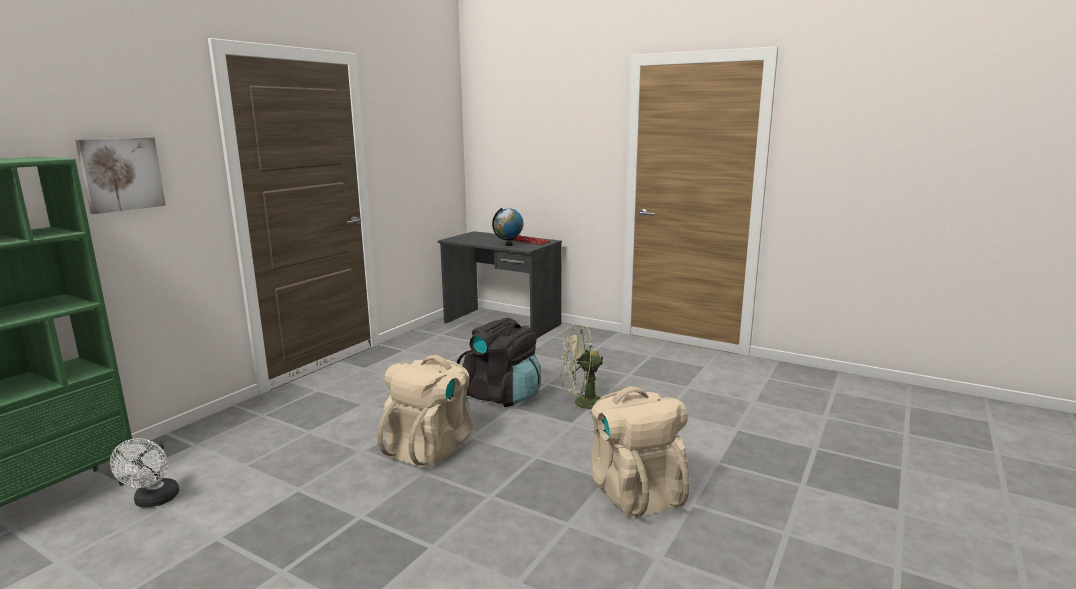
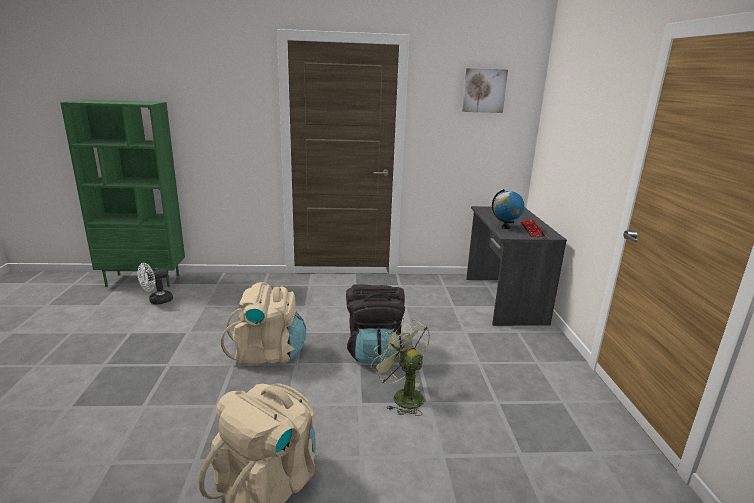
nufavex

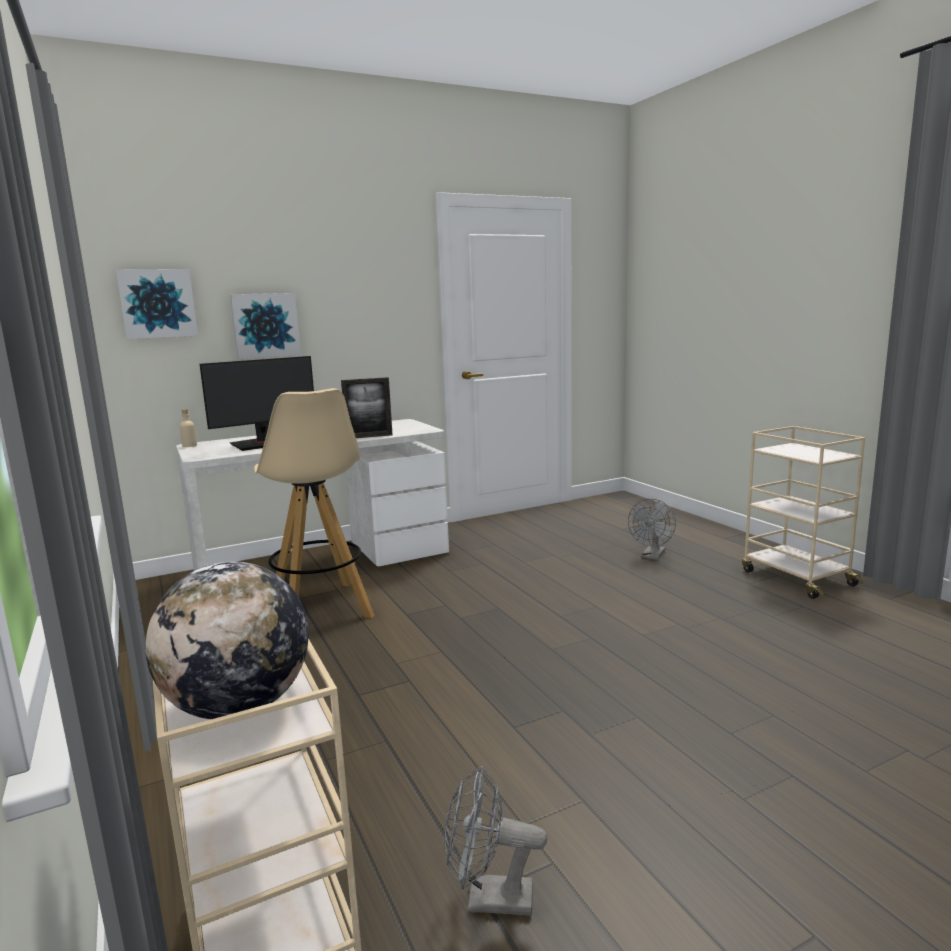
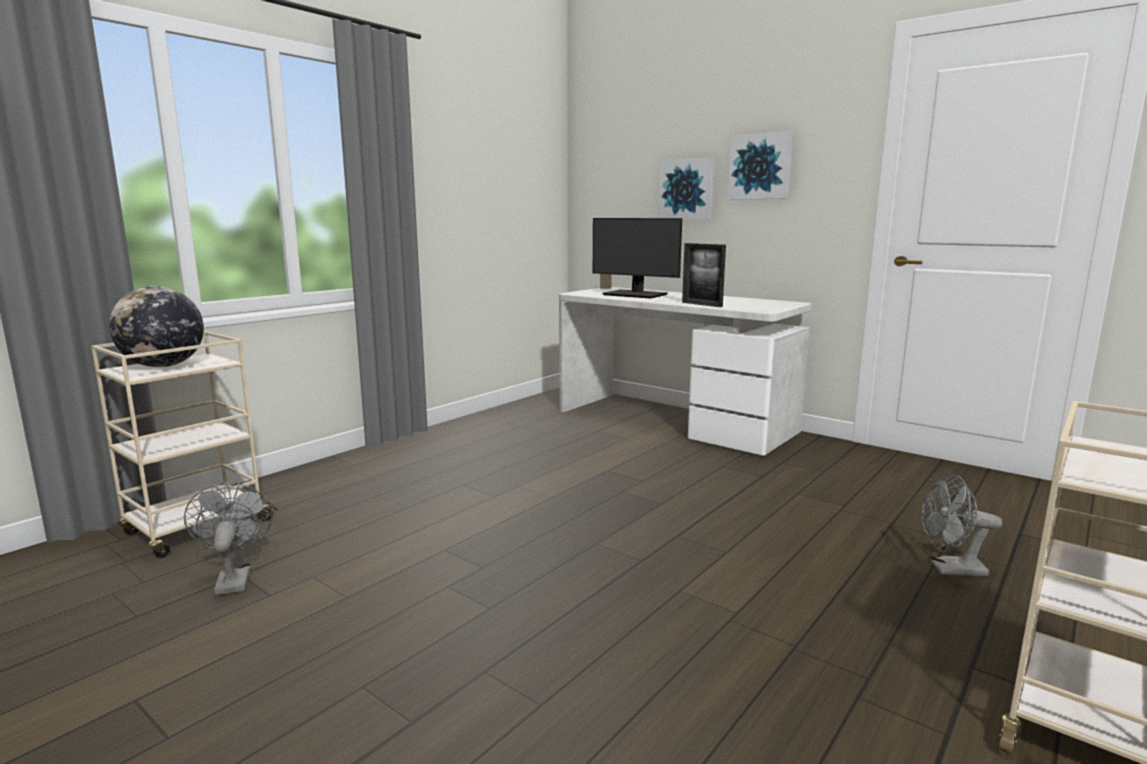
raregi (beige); nufavex (2nd from left)

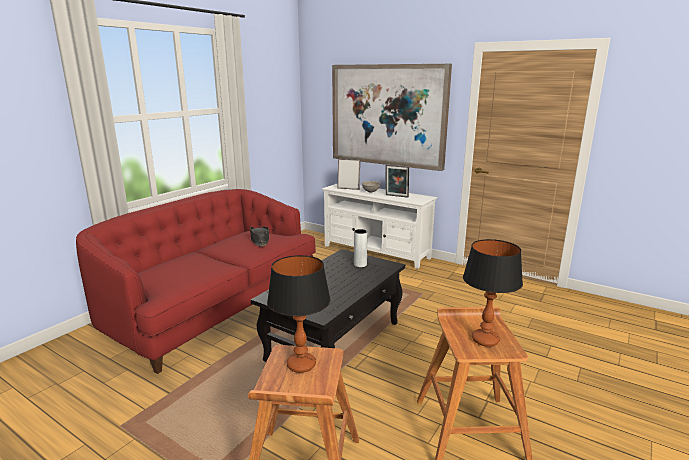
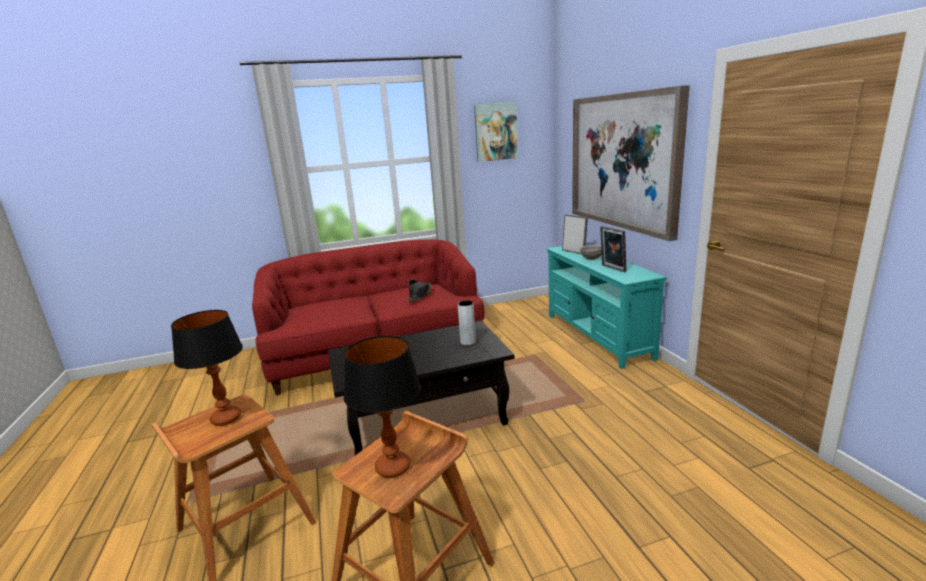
nufavex (1st from left); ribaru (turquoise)

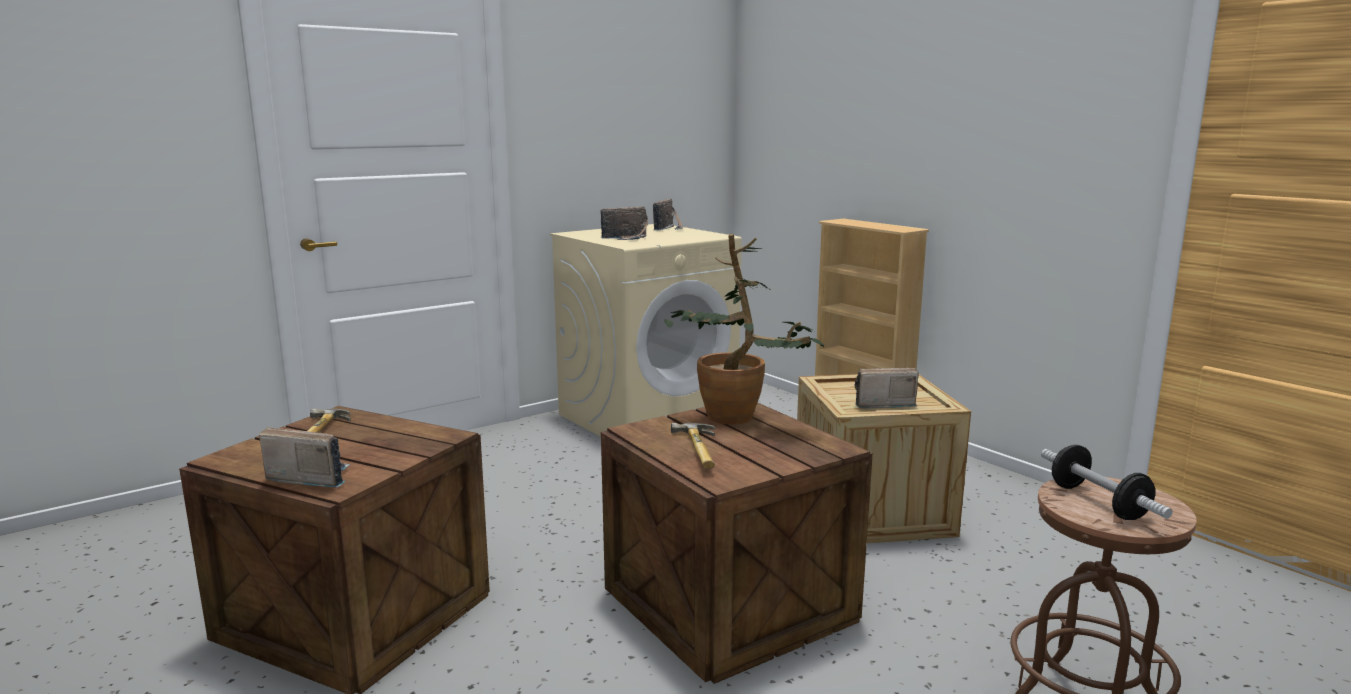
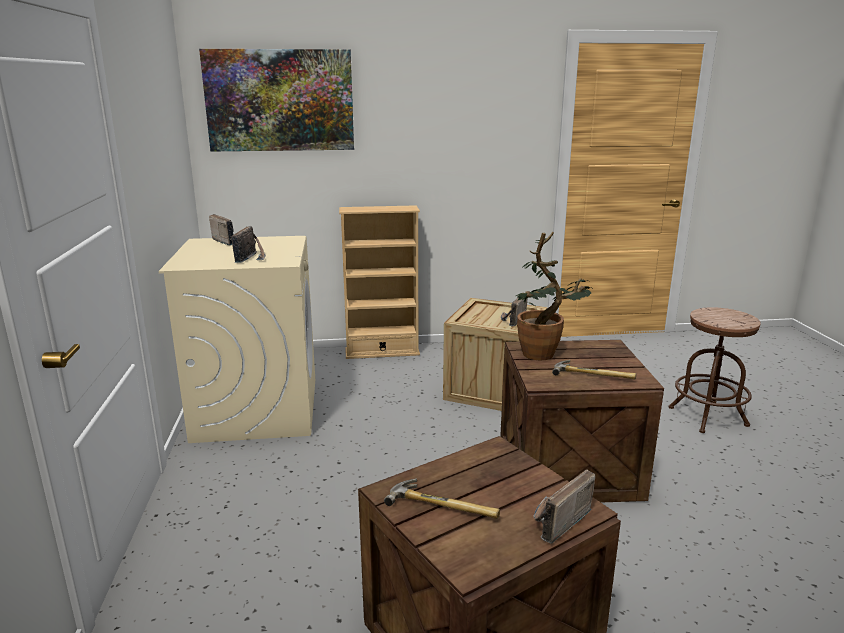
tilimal; nufavex

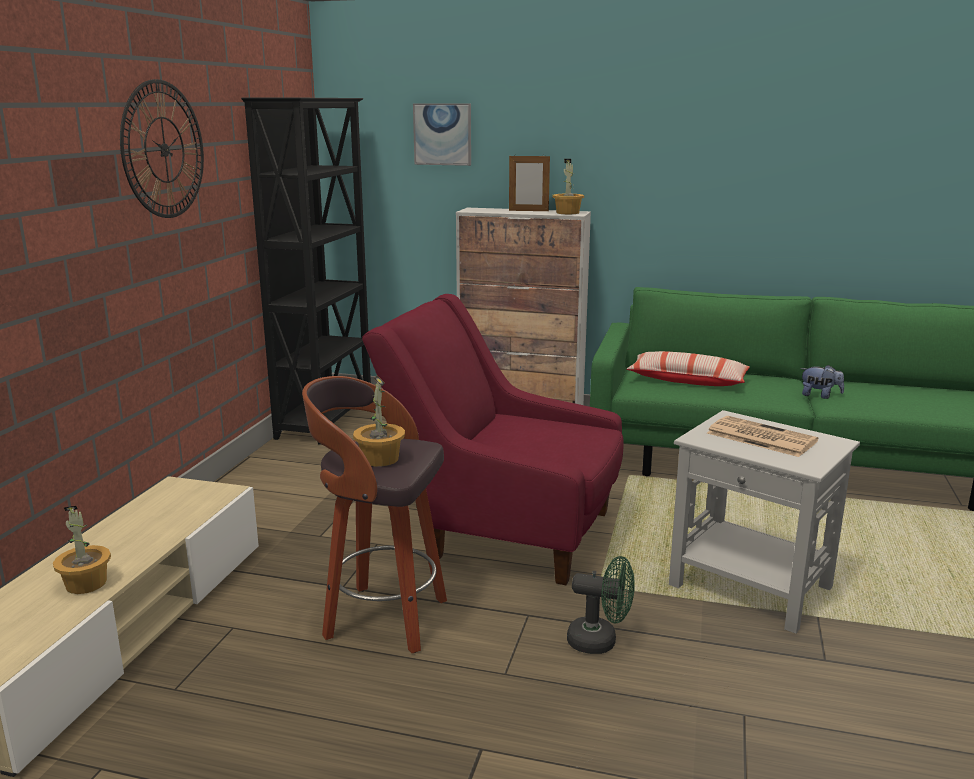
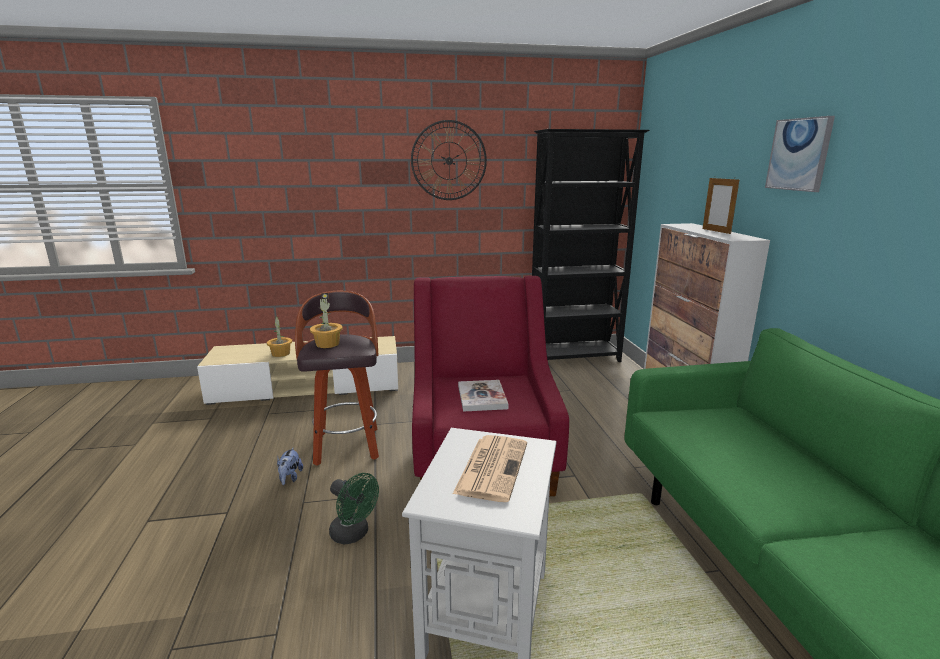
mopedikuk (3rd from left in the first image); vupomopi; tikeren; nufavex; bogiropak; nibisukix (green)

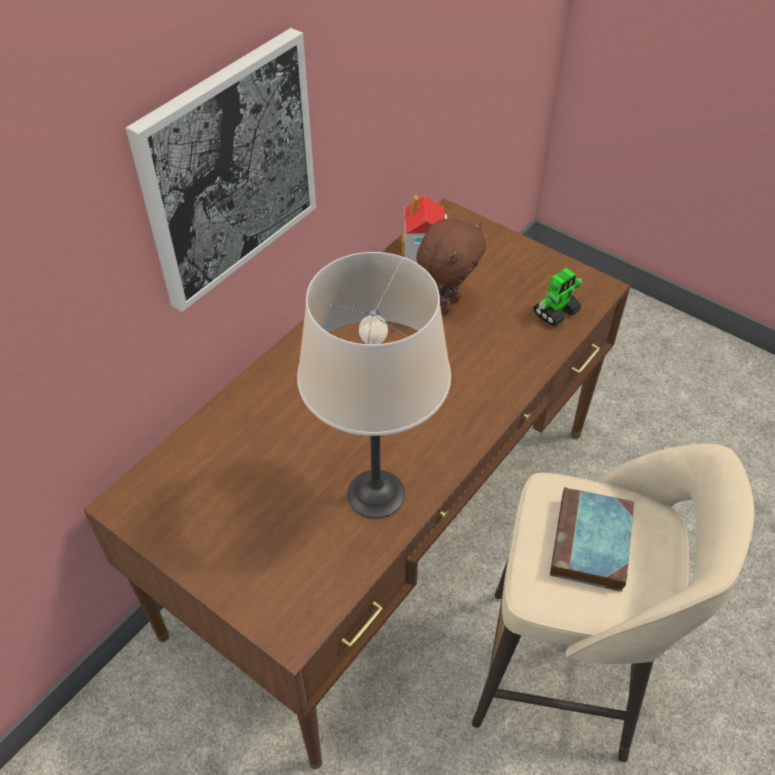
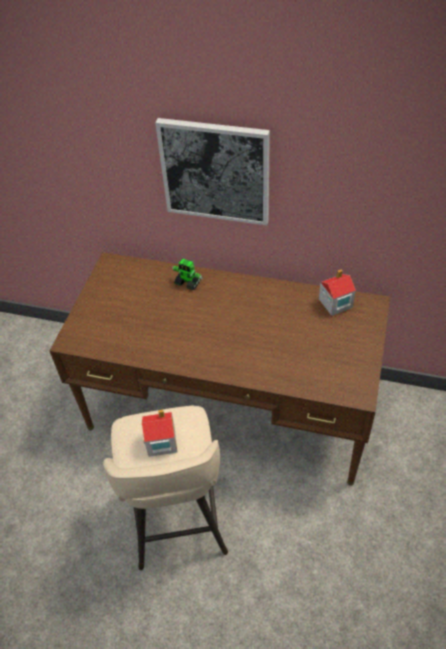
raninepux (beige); bogiropak (brown); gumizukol; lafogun (1st from left)

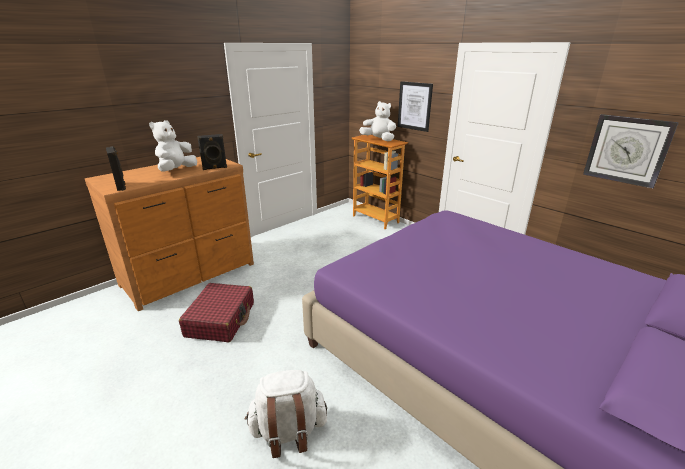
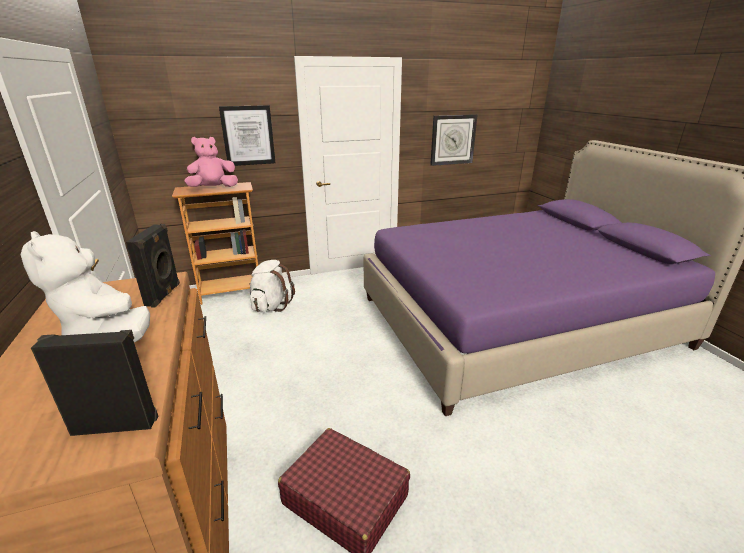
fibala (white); bogiropak (pink)

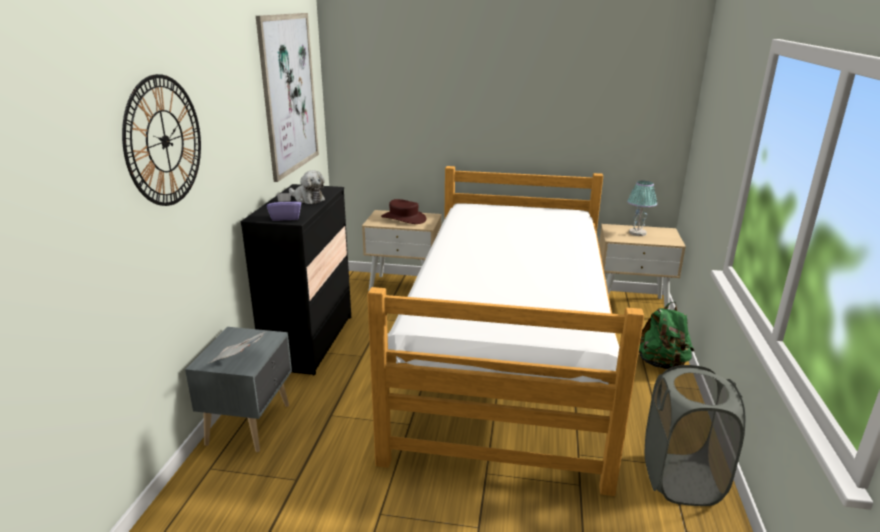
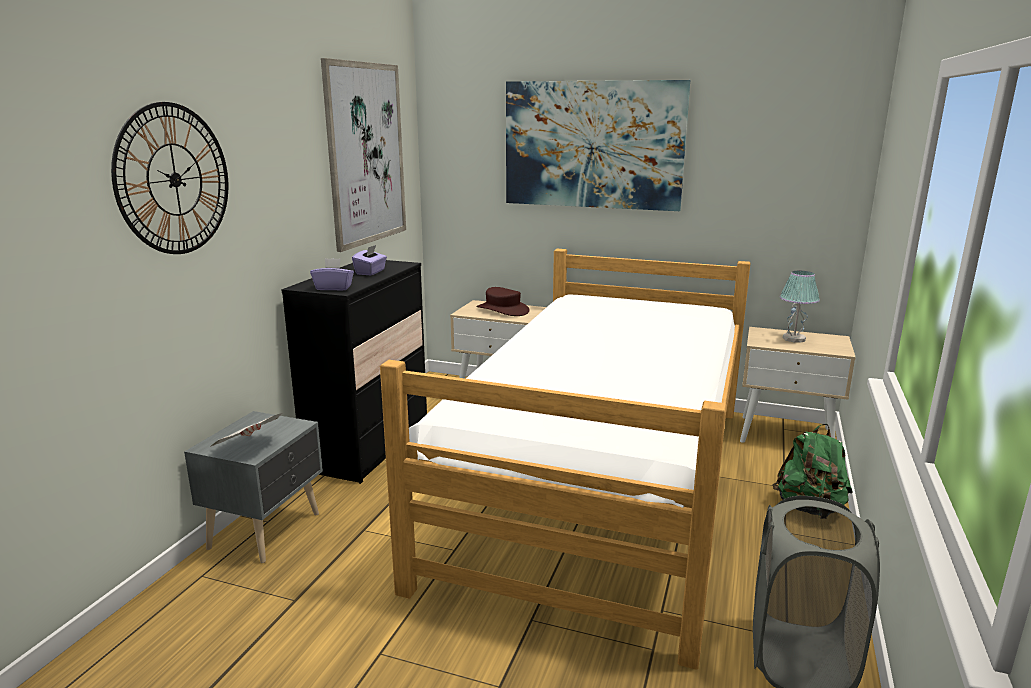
nufavex (2nd from left); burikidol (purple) (2nd from left)

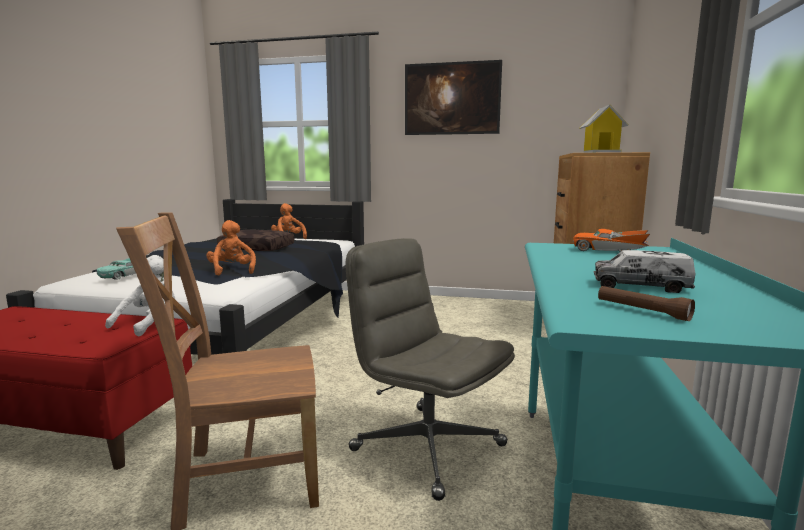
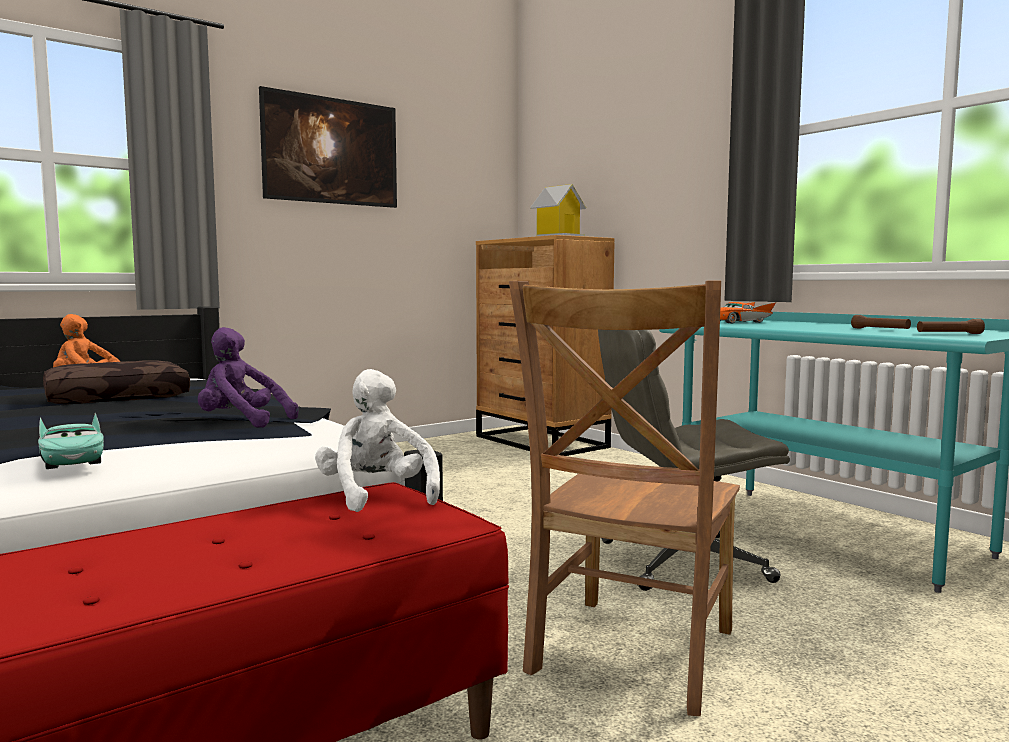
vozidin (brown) (1st from left); bogiropak (purple)

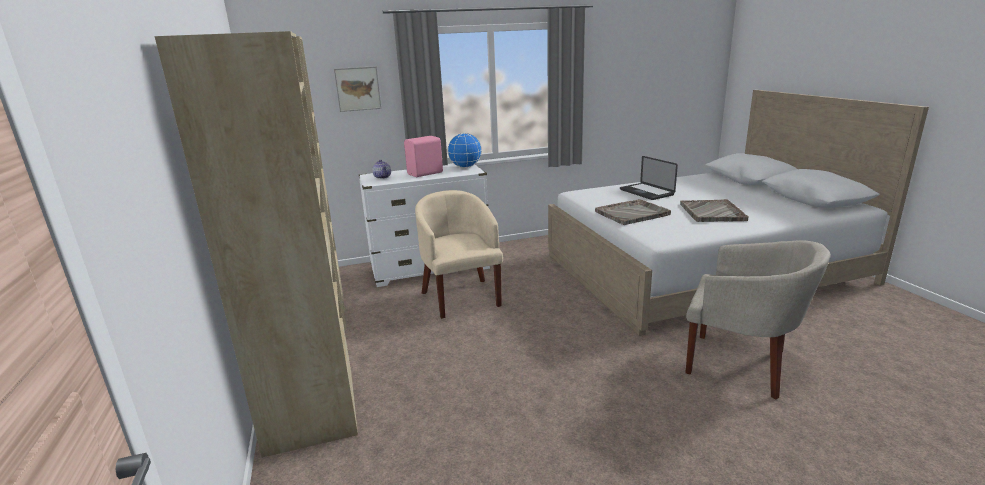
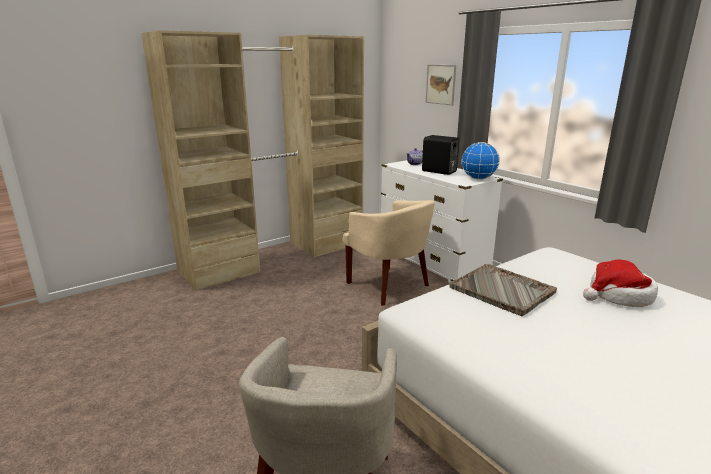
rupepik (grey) (2nd from left in the first image); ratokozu; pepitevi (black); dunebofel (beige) (2nd from left)

